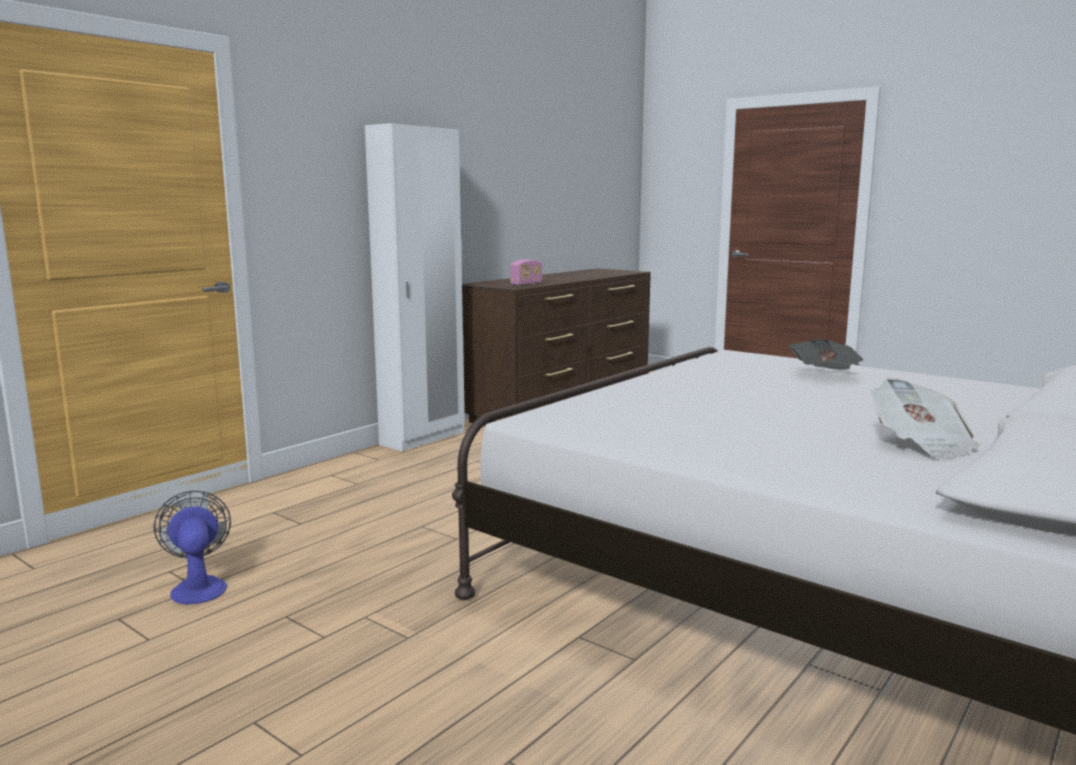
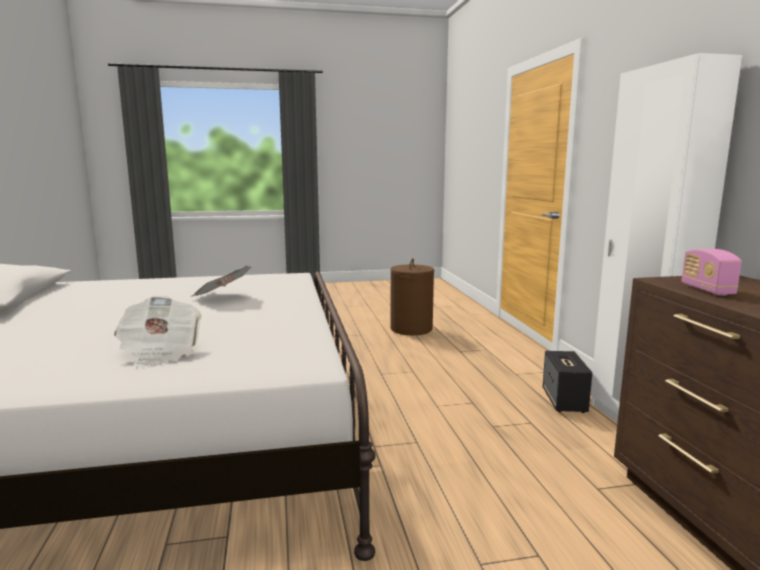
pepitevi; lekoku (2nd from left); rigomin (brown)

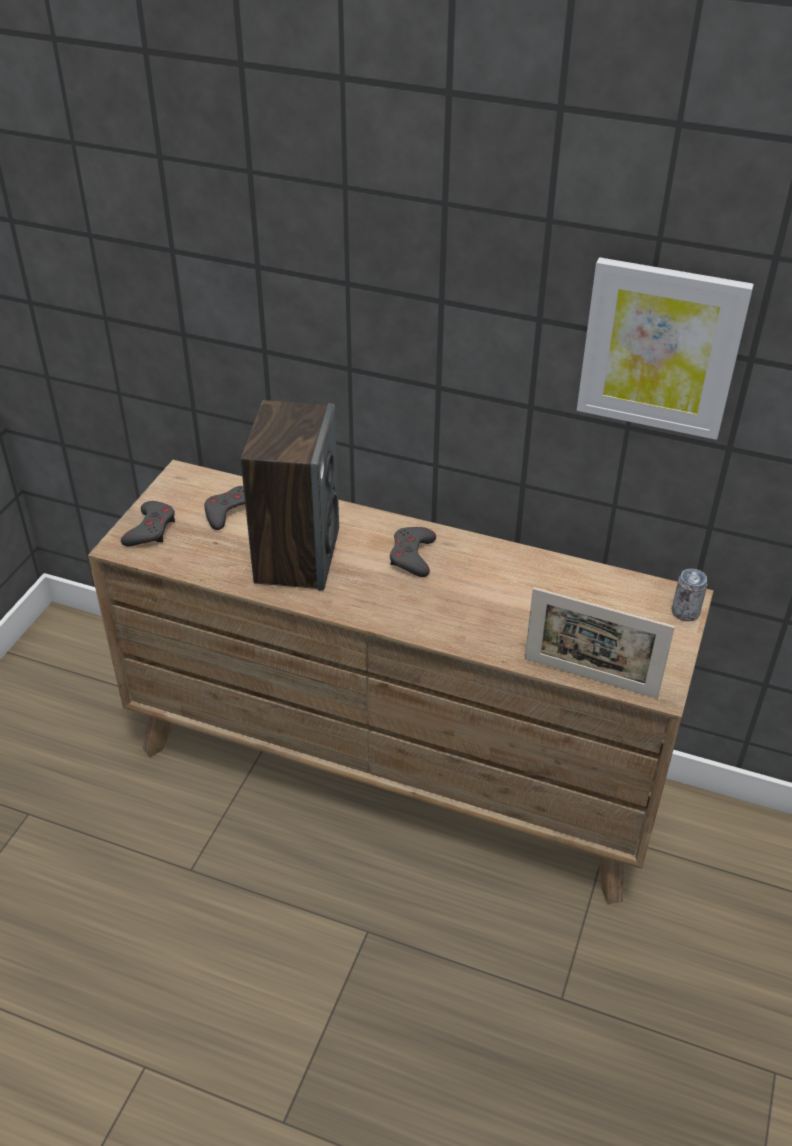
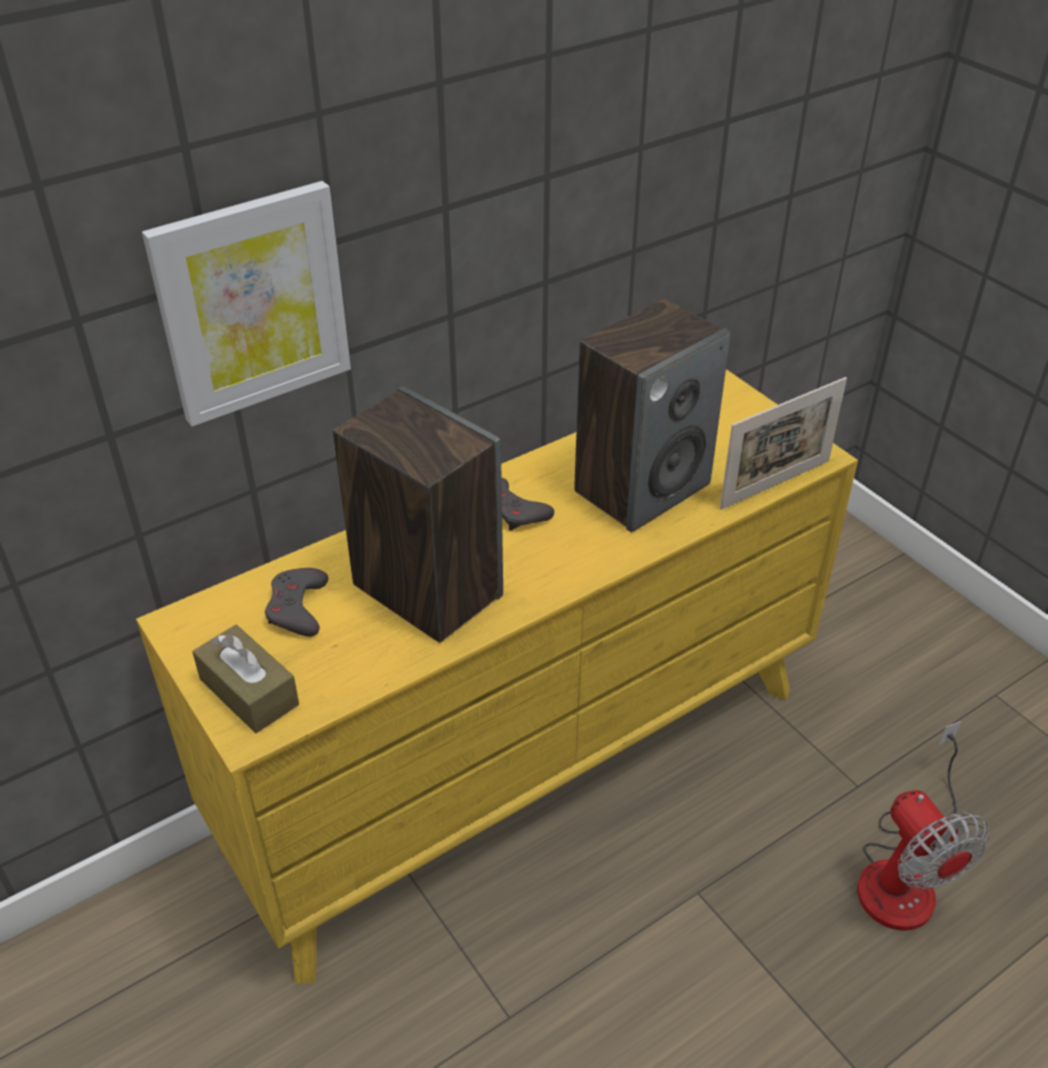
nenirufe; pepitevi (2nd from left); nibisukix; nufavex; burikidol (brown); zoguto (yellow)

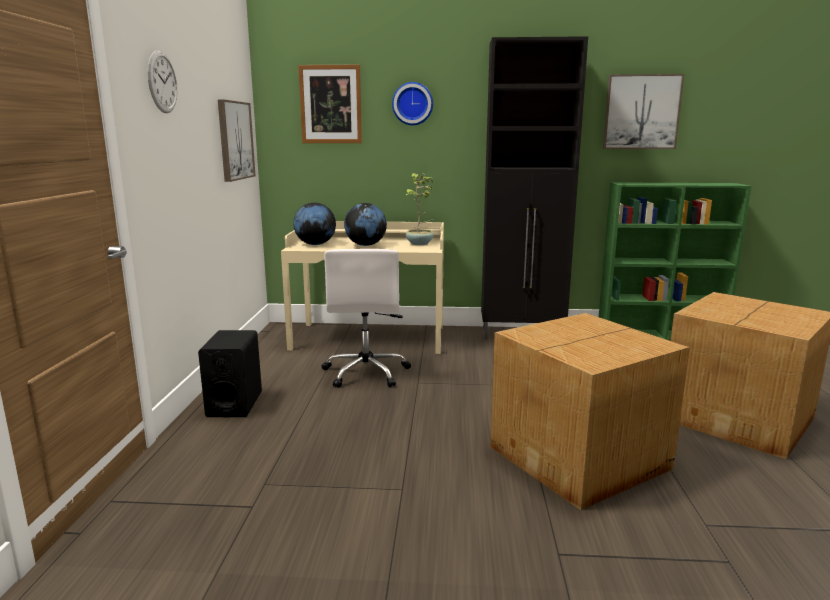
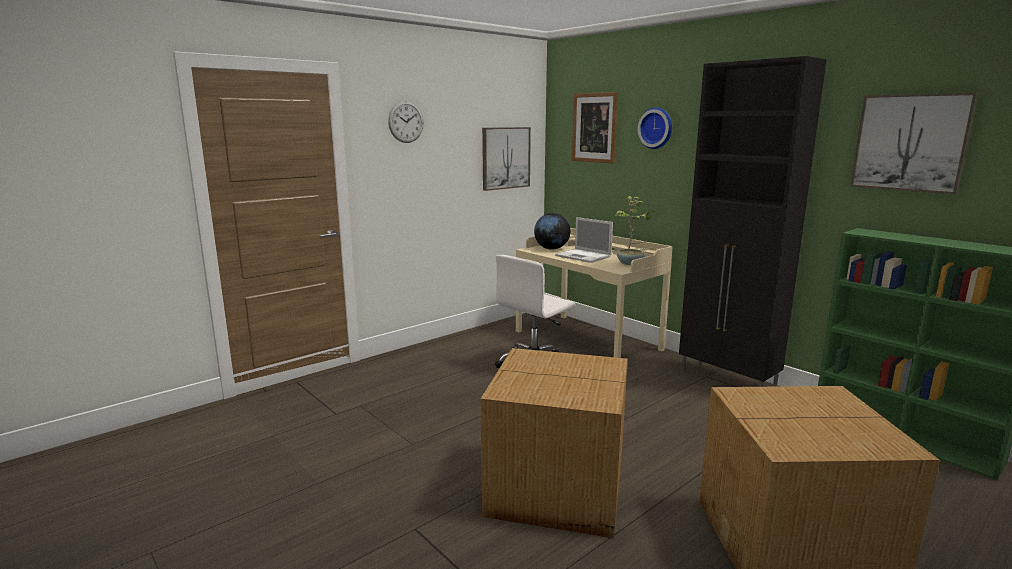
pepitevi (black); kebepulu

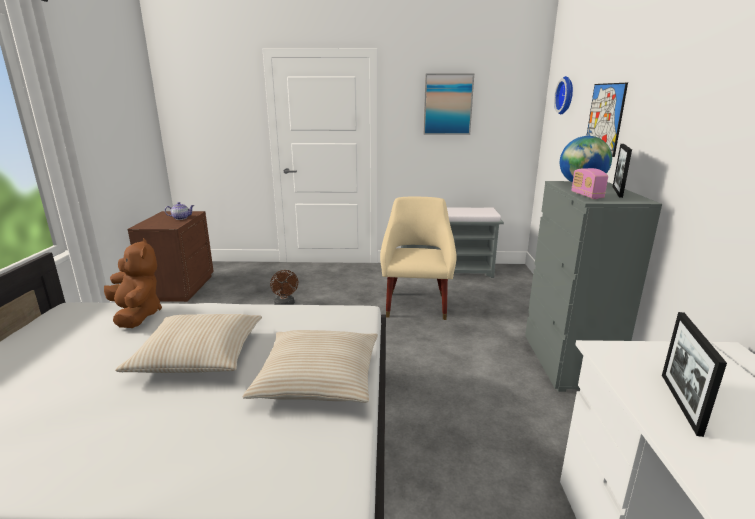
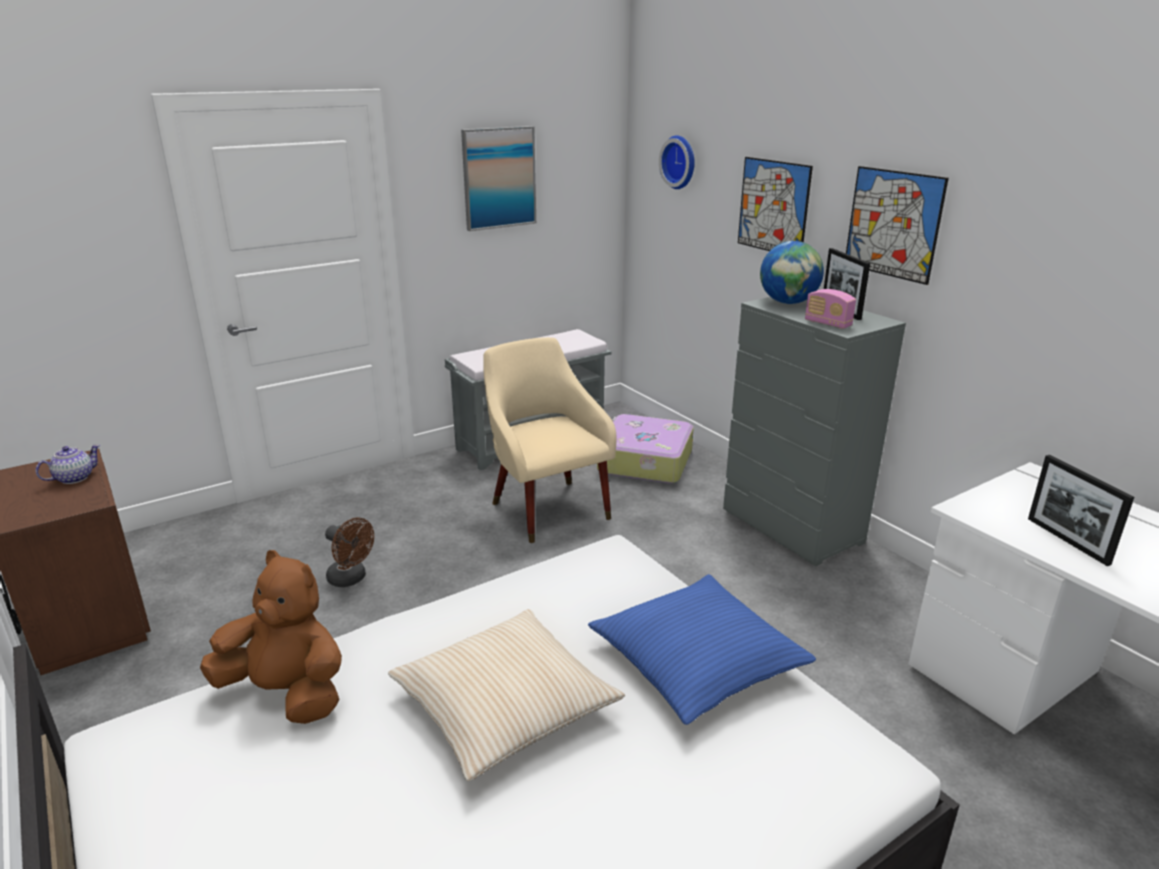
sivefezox; nufavex (3rd from left); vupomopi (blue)

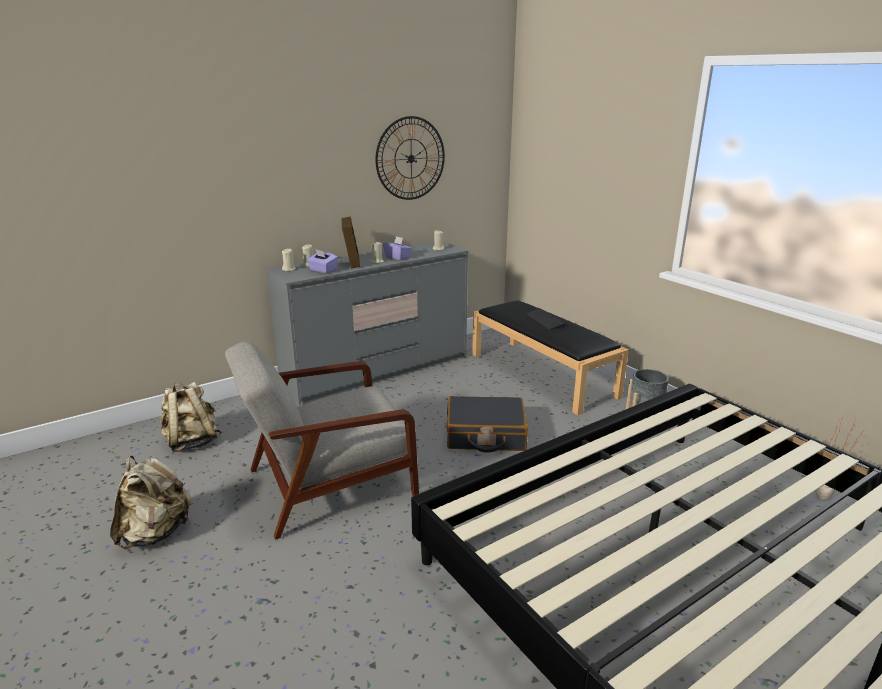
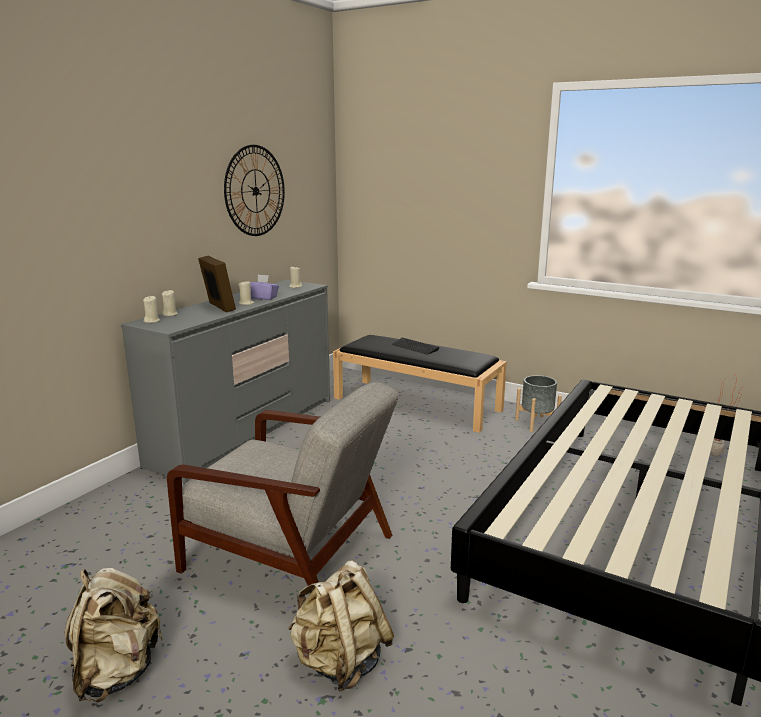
burikidol (purple) (1st from left in the first image); sivefezox (black); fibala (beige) (2nd from left); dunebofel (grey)

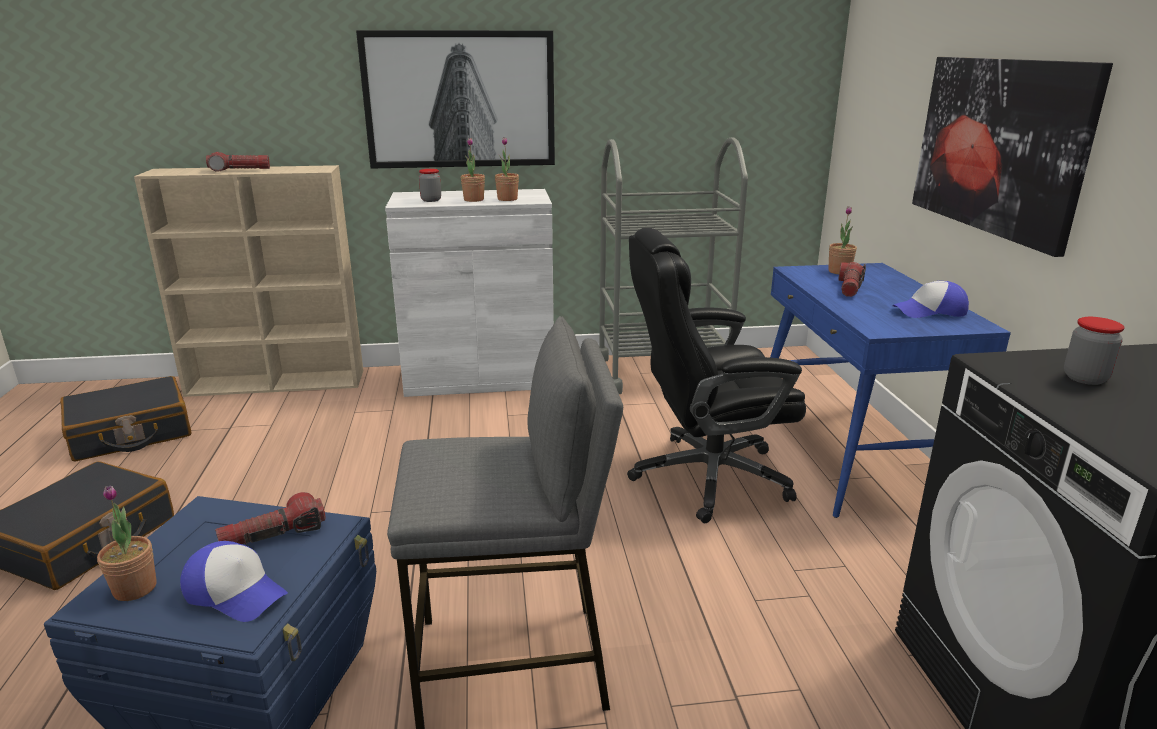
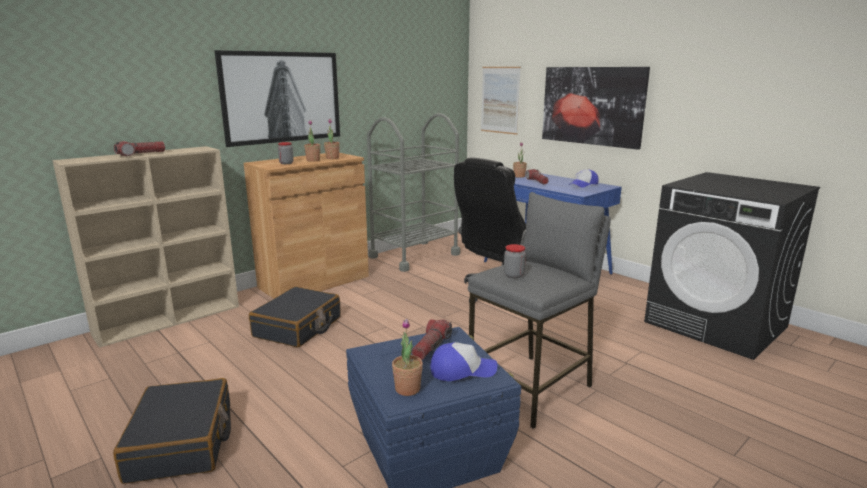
nufavex (2nd from left); sivefezox (black) (2nd from left); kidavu (2nd from left); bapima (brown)

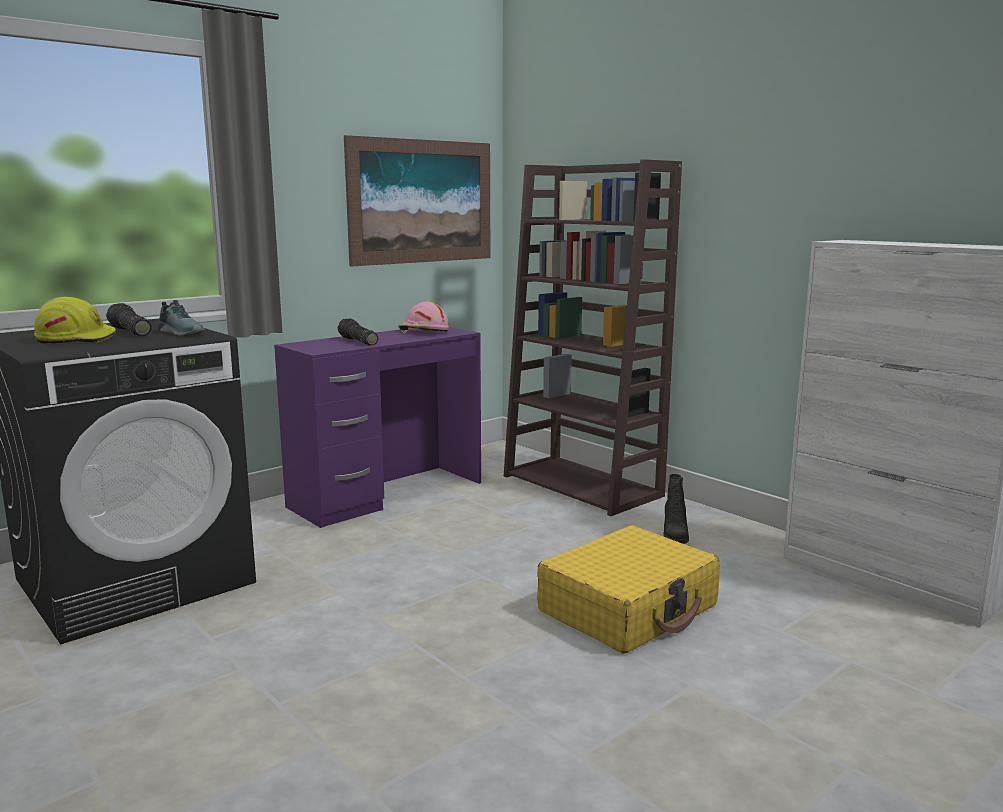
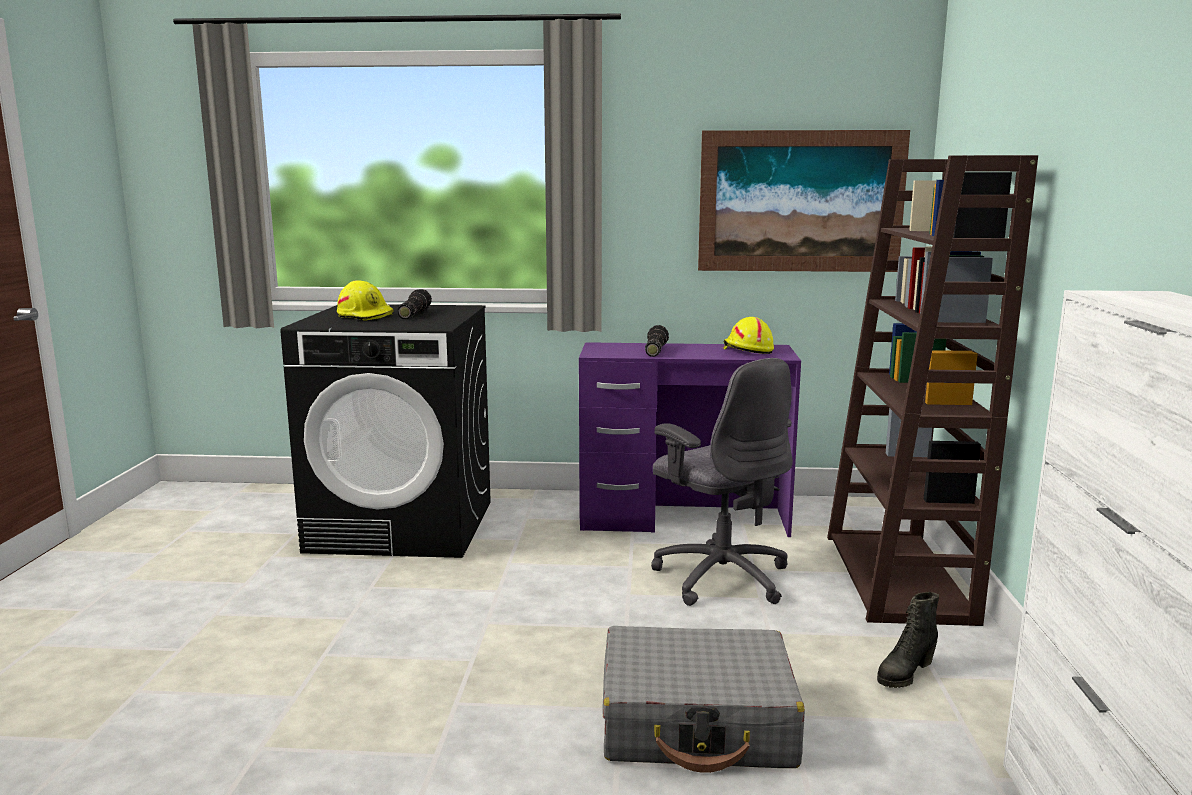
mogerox; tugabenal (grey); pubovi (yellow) (2nd from left); sivefezox (grey)

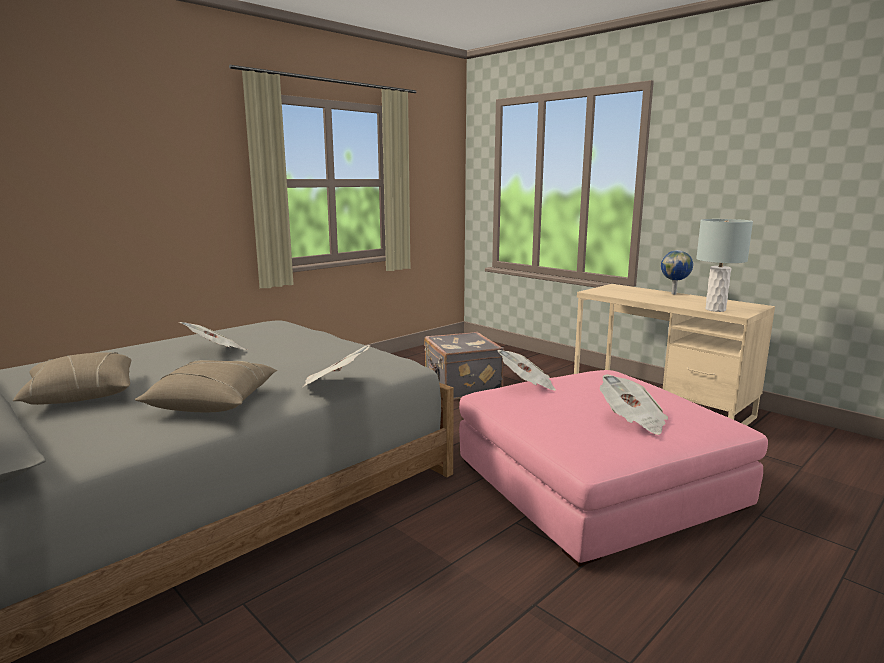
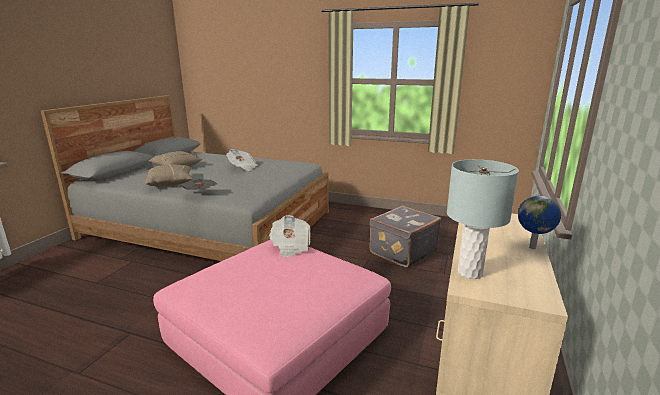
lekoku (4th from left in the first image)

